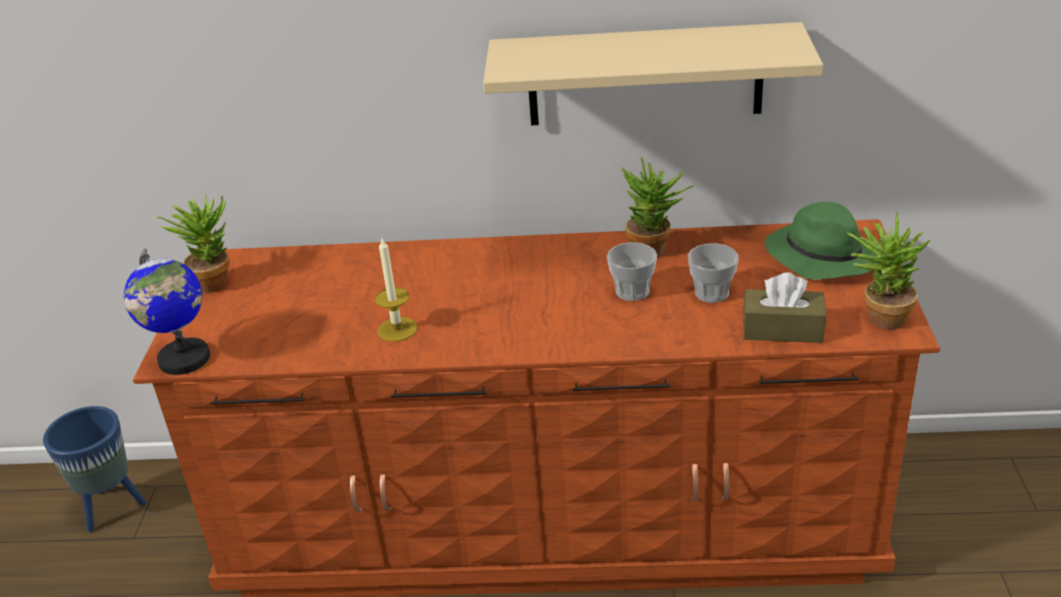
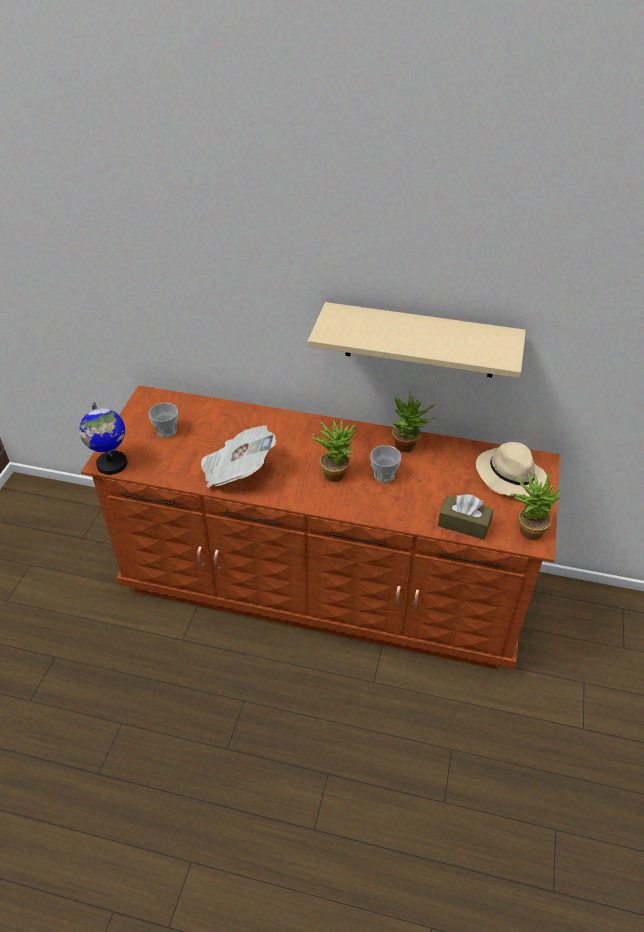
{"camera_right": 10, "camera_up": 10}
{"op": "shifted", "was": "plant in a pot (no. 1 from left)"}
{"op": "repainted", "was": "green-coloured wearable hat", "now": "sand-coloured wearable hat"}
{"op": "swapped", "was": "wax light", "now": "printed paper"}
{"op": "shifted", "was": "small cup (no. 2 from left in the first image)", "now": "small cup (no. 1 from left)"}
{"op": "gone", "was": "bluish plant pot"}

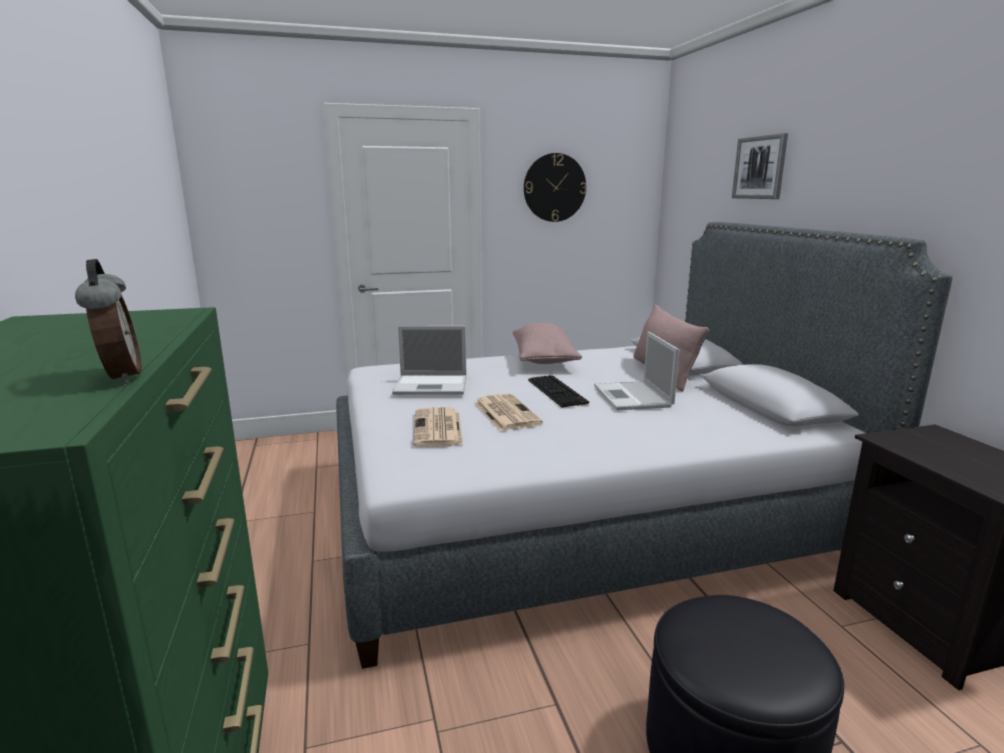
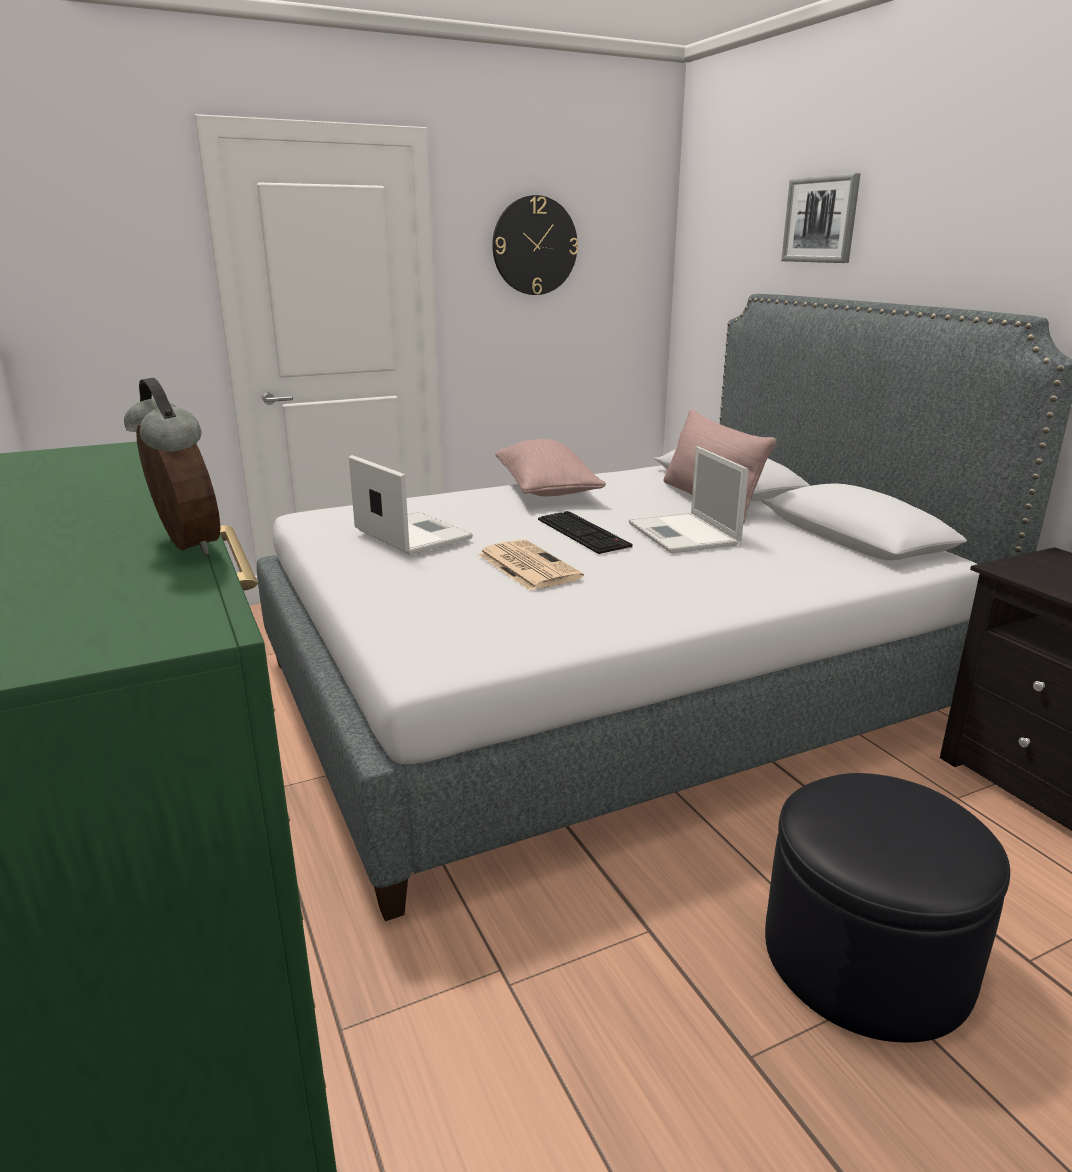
{"camera_right": -10, "camera_up": 5}
{"op": "rotated", "was": "portable computer (no. 1 from left)", "clockwise": -120}
{"op": "gone", "was": "printed paper (no. 1 from left)"}

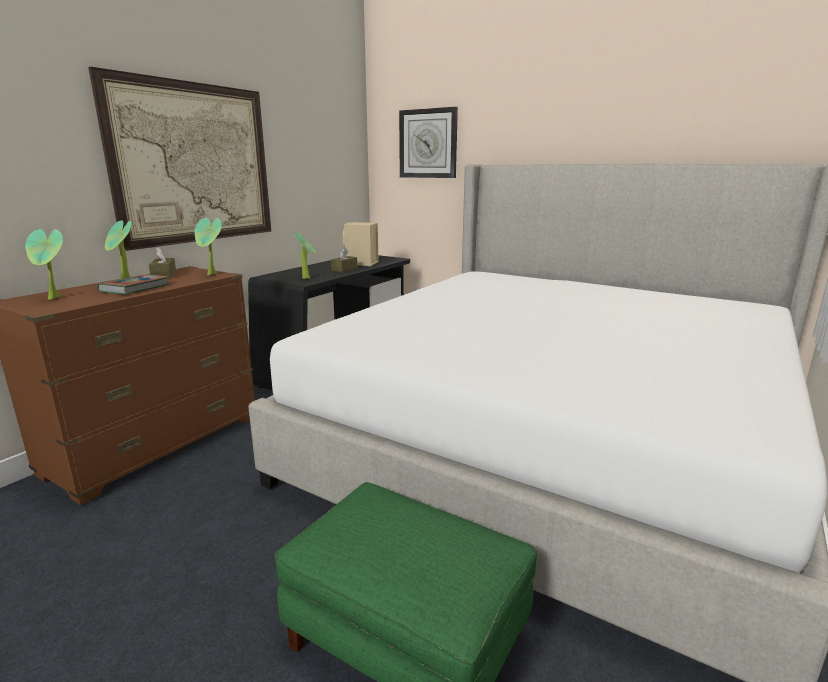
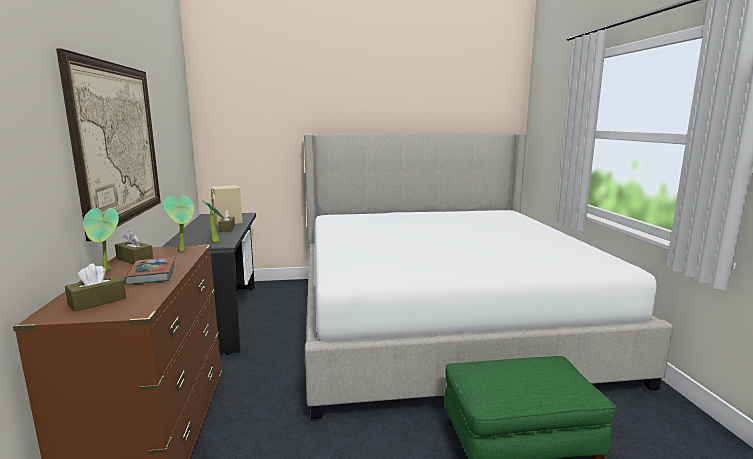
{"camera_right": -40, "camera_up": -5}
{"op": "gone", "was": "wall clock"}
{"op": "swapped", "was": "plant in a pot (no. 1 from left)", "now": "brownish tissue holder (no. 1 from left)"}

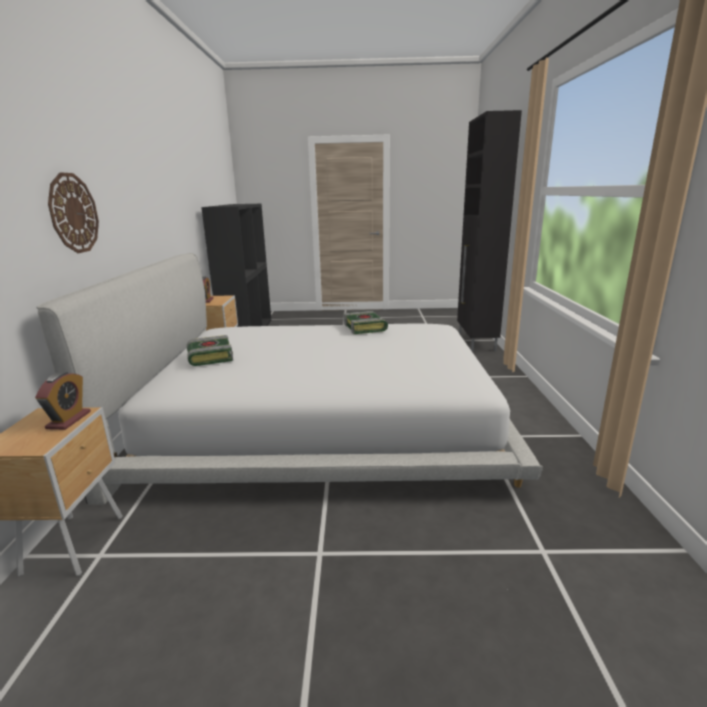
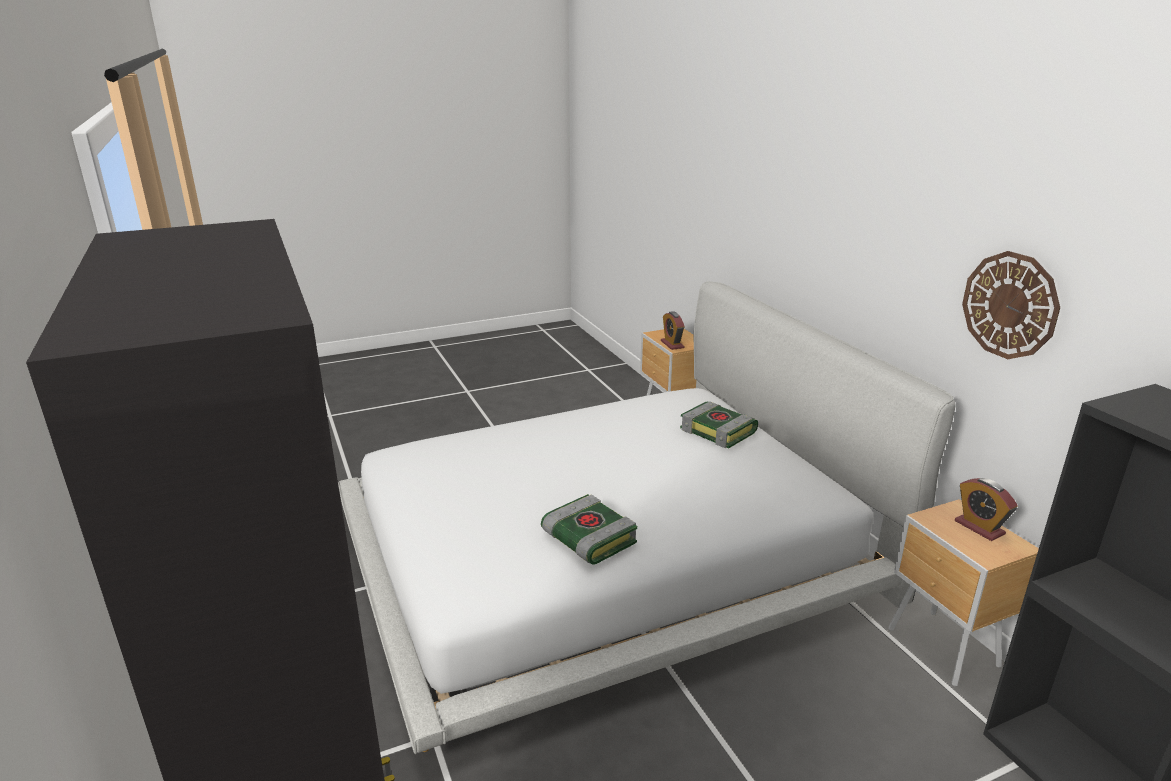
{"camera_right": 155, "camera_up": 5}
{"op": "shifted", "was": "wall clock"}

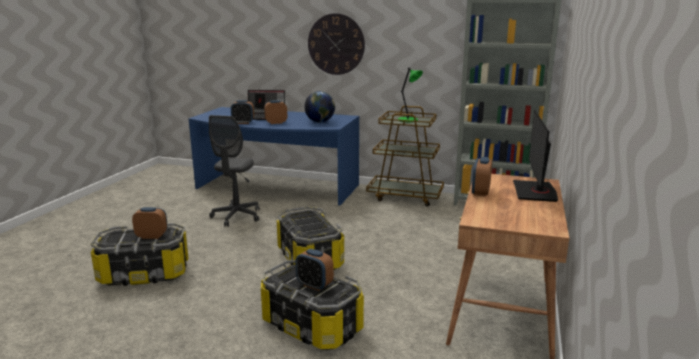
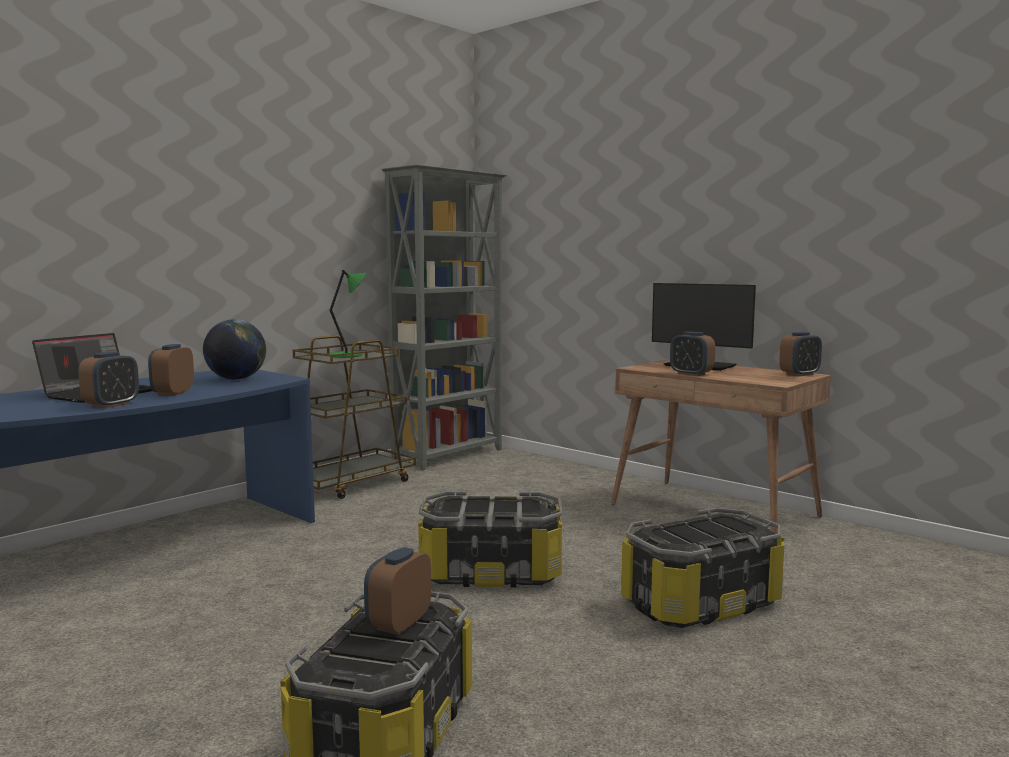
{"camera_right": -65, "camera_up": -10}
{"op": "gone", "was": "wall clock"}
{"op": "gone", "was": "greyish desk chair"}
{"op": "shifted", "was": "table clock (no. 4 from left in the first image)", "now": "table clock (no. 5 from left)"}

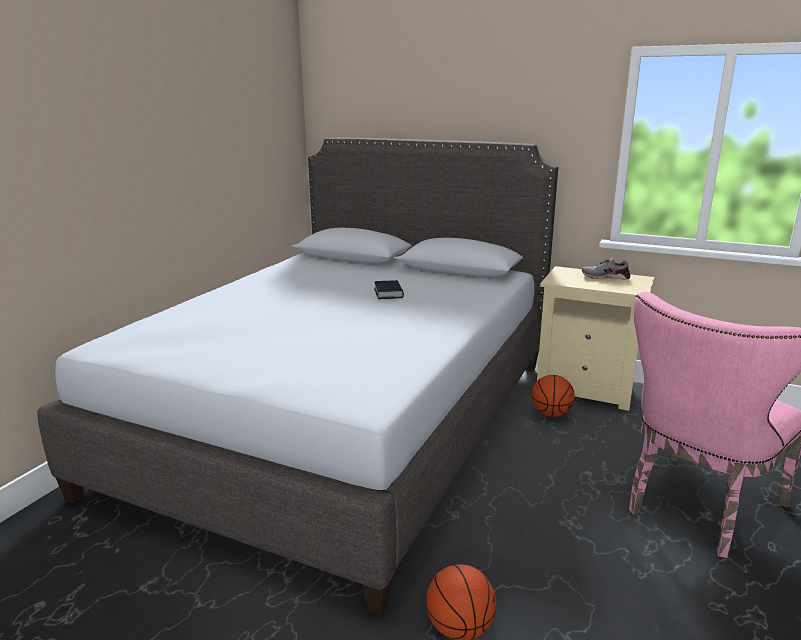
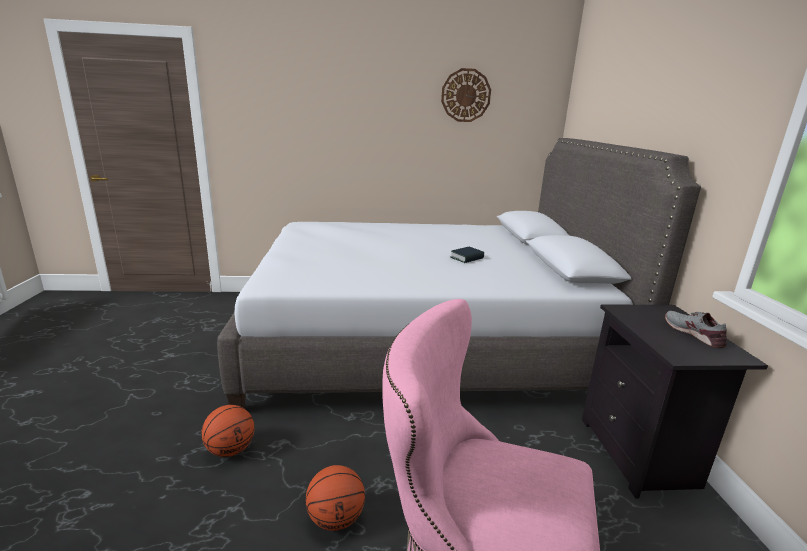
{"camera_right": 60, "camera_up": 0}
{"op": "repainted", "was": "sand-coloured bedside table", "now": "blackish bedside table"}
{"op": "shifted", "was": "ball for basketball (no. 2 from left)"}
{"op": "new", "now": "wall clock"}

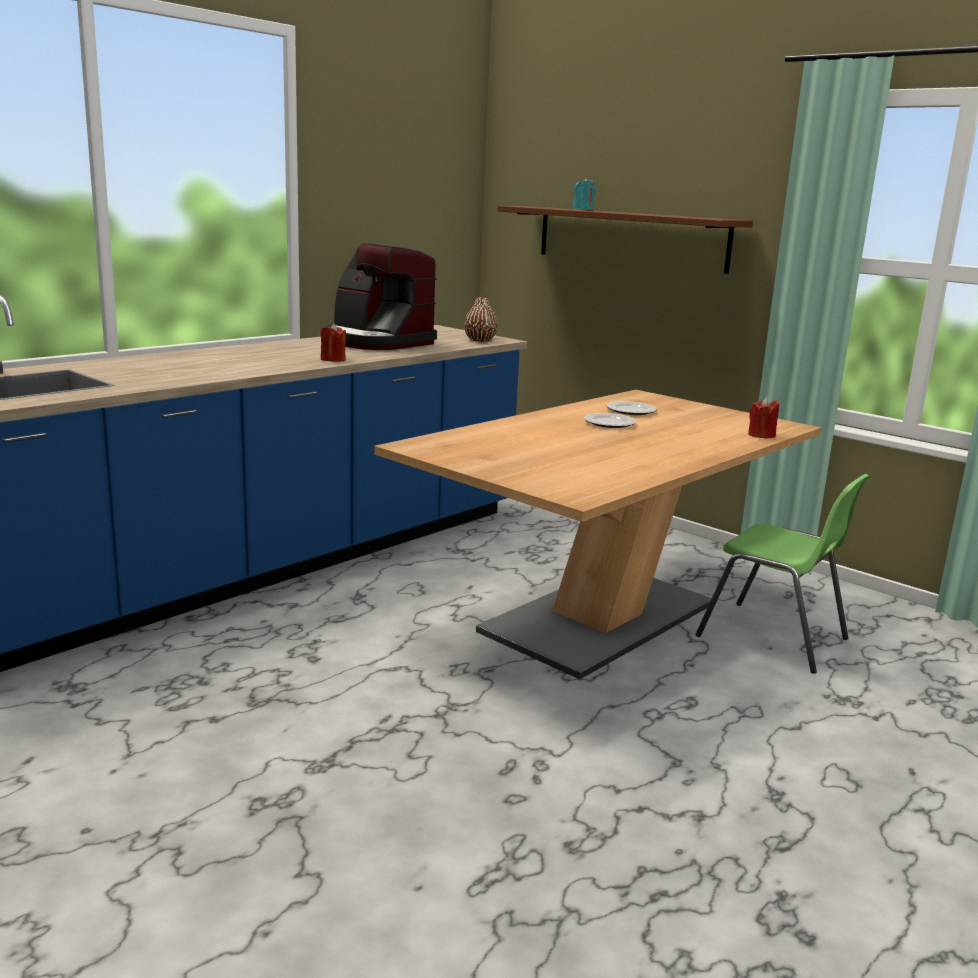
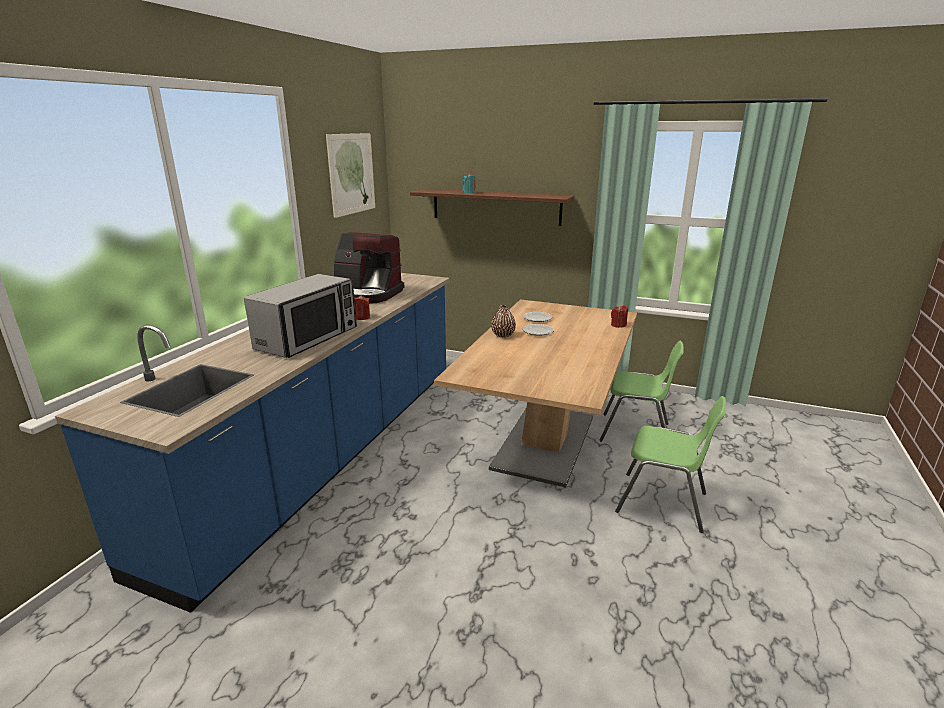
{"camera_right": -20, "camera_up": 5}
{"op": "shifted", "was": "brownish vase"}
{"op": "new", "now": "wall picture"}
{"op": "new", "now": "kitchen microwave"}
{"op": "new", "now": "green-coloured plain chair (no. 2 from left)"}

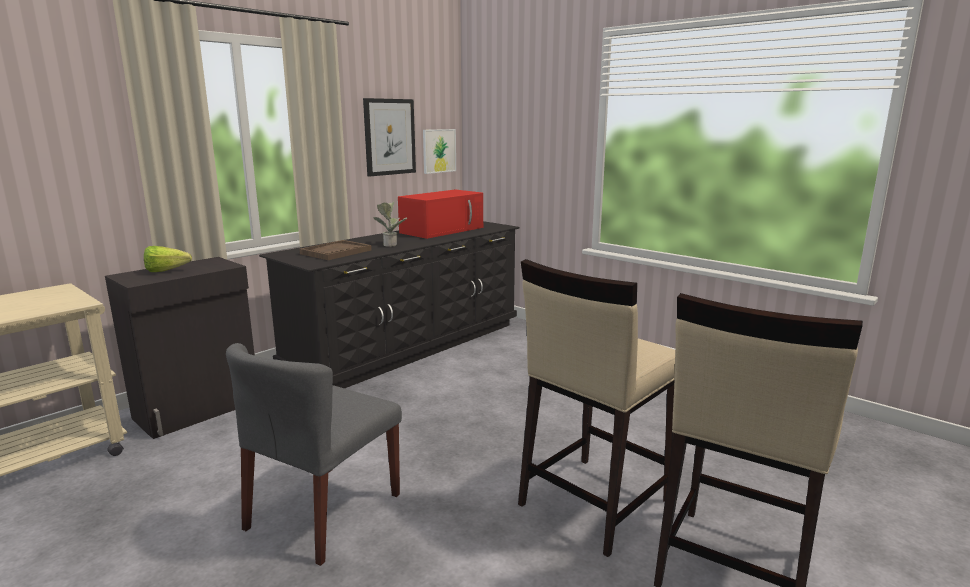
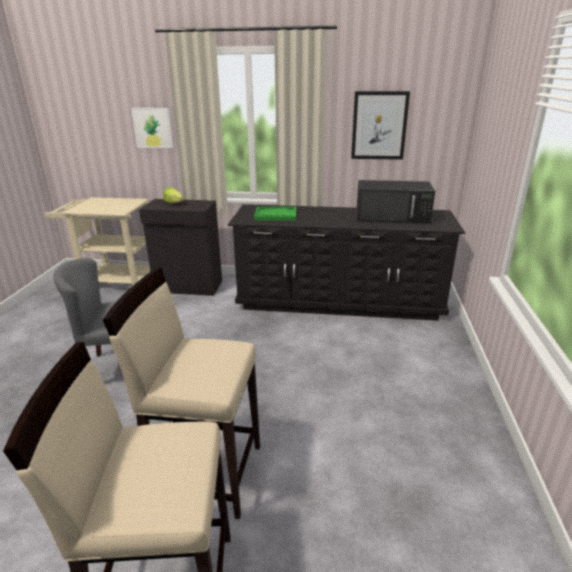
{"camera_right": 55, "camera_up": 10}
{"op": "shifted", "was": "wall picture (no. 2 from left in the first image)", "now": "wall picture (no. 1 from left)"}
{"op": "repainted", "was": "reddish kitchen microwave", "now": "blackish kitchen microwave"}
{"op": "gone", "was": "plant in a pot"}
{"op": "repainted", "was": "brownish carrying tray", "now": "green-coloured carrying tray"}

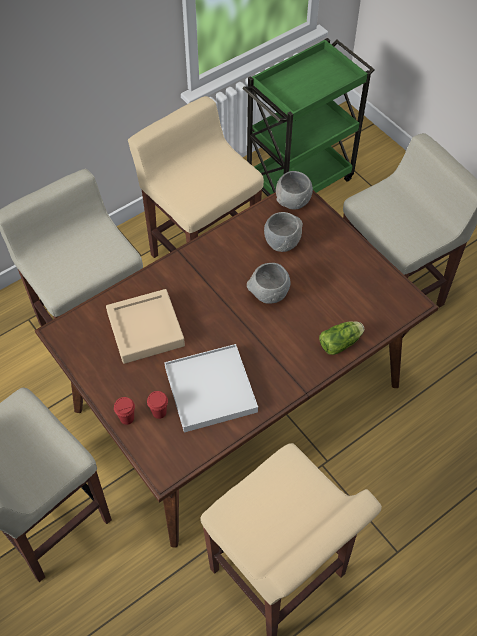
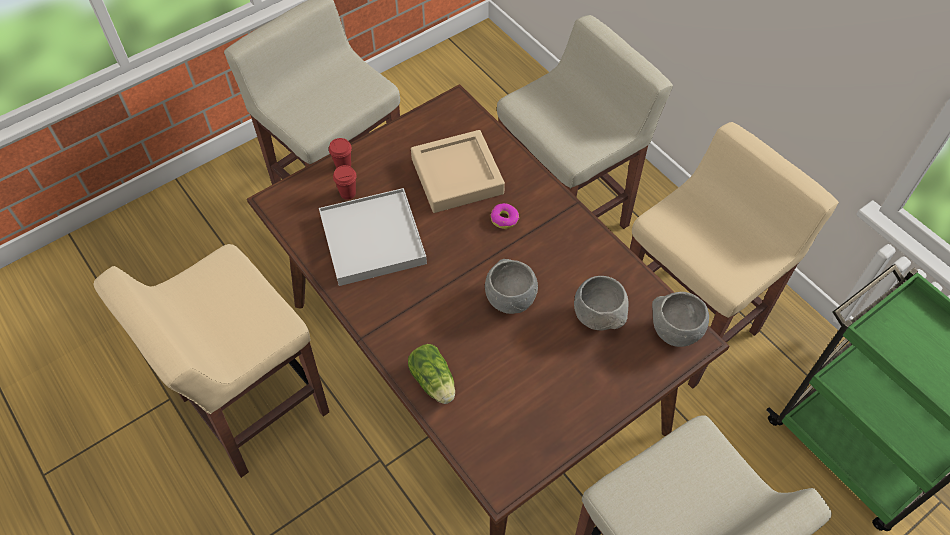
{"camera_right": 90, "camera_up": 0}
{"op": "new", "now": "donut"}

